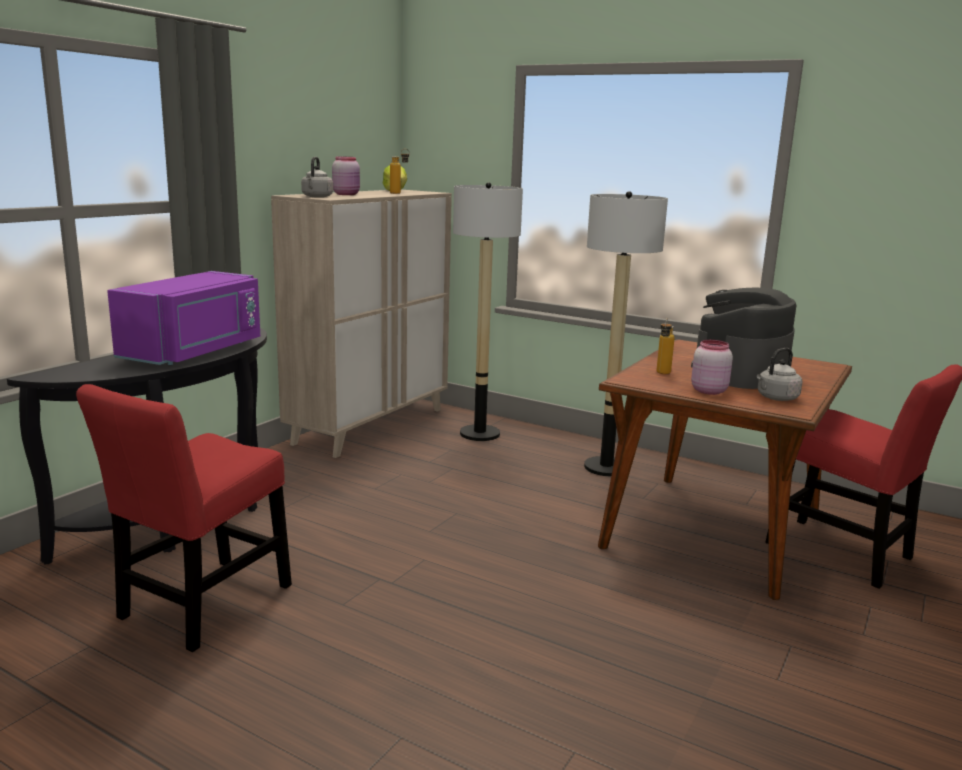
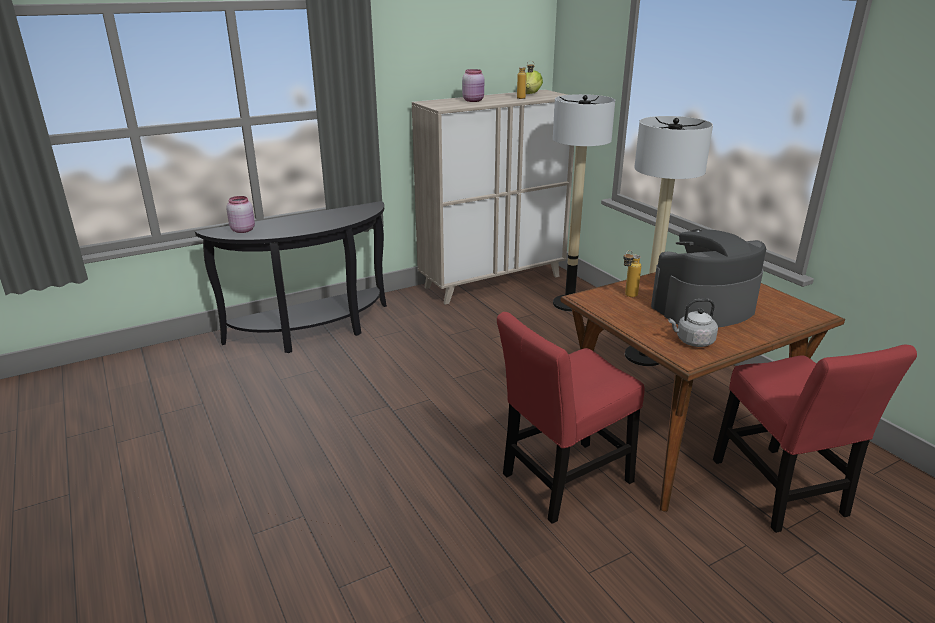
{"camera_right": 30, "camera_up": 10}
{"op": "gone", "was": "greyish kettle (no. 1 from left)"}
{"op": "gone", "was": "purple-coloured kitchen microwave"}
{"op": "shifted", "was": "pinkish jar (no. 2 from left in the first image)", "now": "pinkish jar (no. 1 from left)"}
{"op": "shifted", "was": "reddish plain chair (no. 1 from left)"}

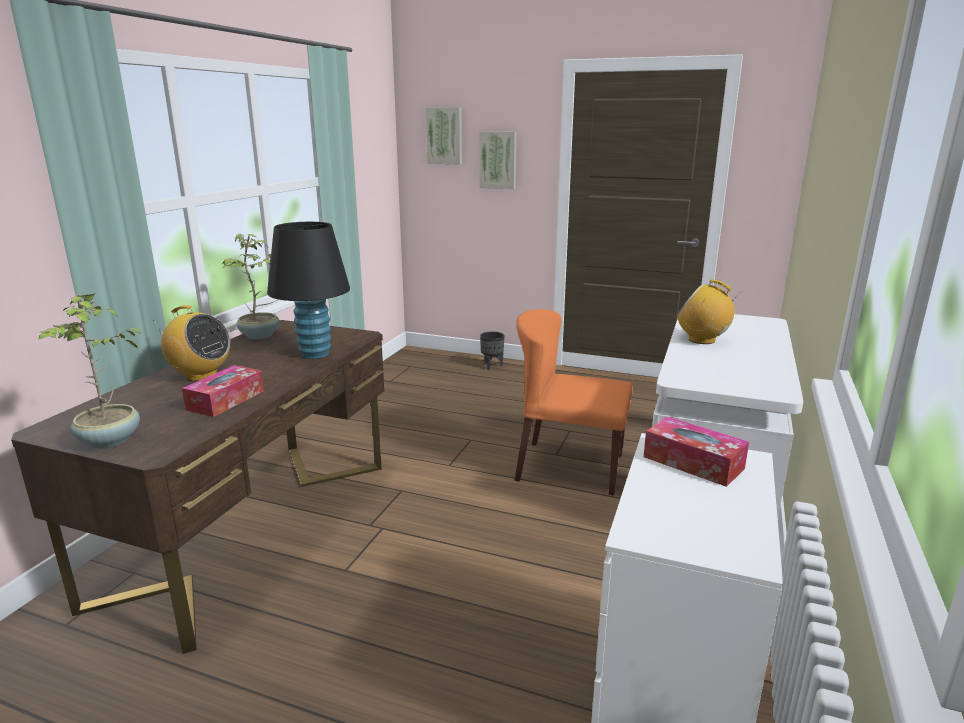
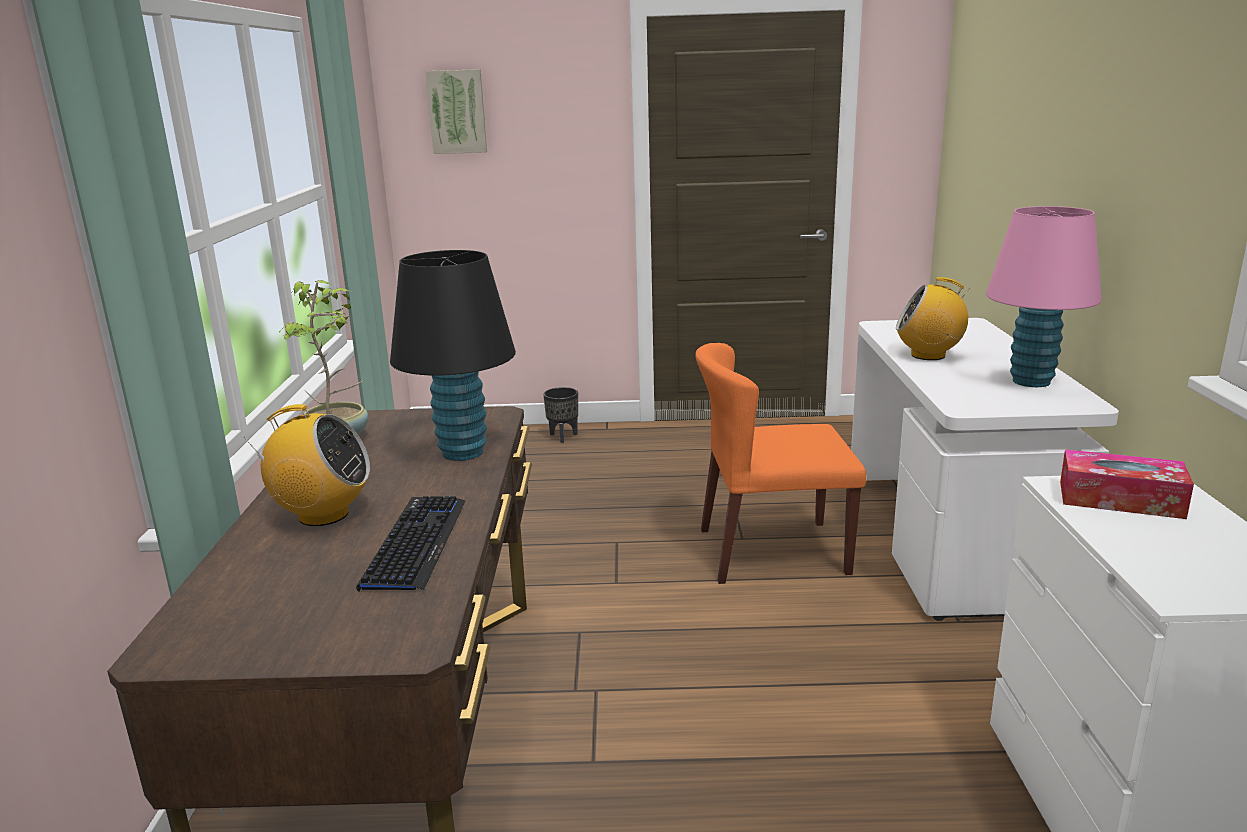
{"camera_right": -20, "camera_up": 0}
{"op": "gone", "was": "wall picture (no. 2 from left)"}
{"op": "gone", "was": "plant in a pot (no. 1 from left)"}
{"op": "swapped", "was": "tissue holder (no. 1 from left)", "now": "keyboard"}
{"op": "new", "now": "pinkish tabletop lamp"}

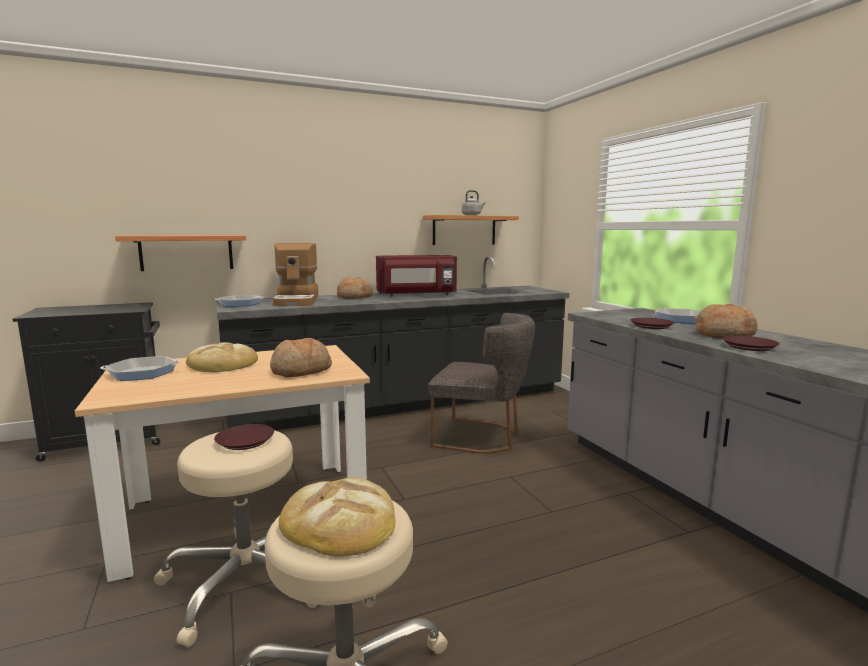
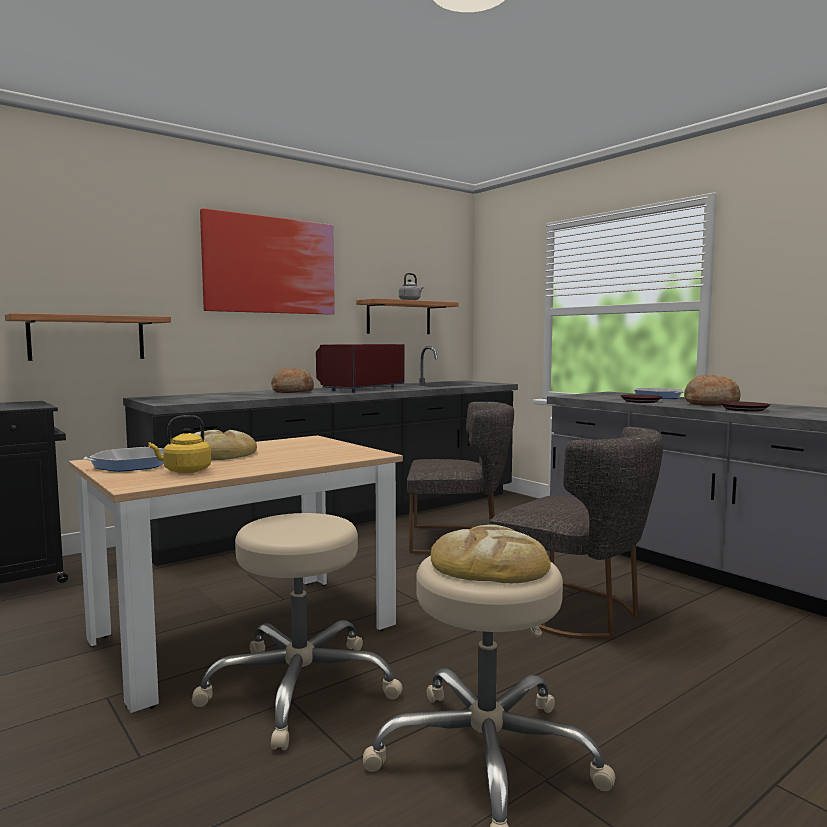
{"camera_right": -15, "camera_up": -5}
{"op": "gone", "was": "coffee machine"}
{"op": "rotated", "was": "reddish kitchen microwave", "clockwise": 150}
{"op": "gone", "was": "pan (no. 2 from left)"}
{"op": "gone", "was": "baked bread (no. 2 from left)"}
{"op": "gone", "was": "brownish flat dish (no. 1 from left)"}
{"op": "new", "now": "wall picture"}
{"op": "new", "now": "yellow kettle"}
{"op": "new", "now": "greyish plain chair (no. 2 from left)"}

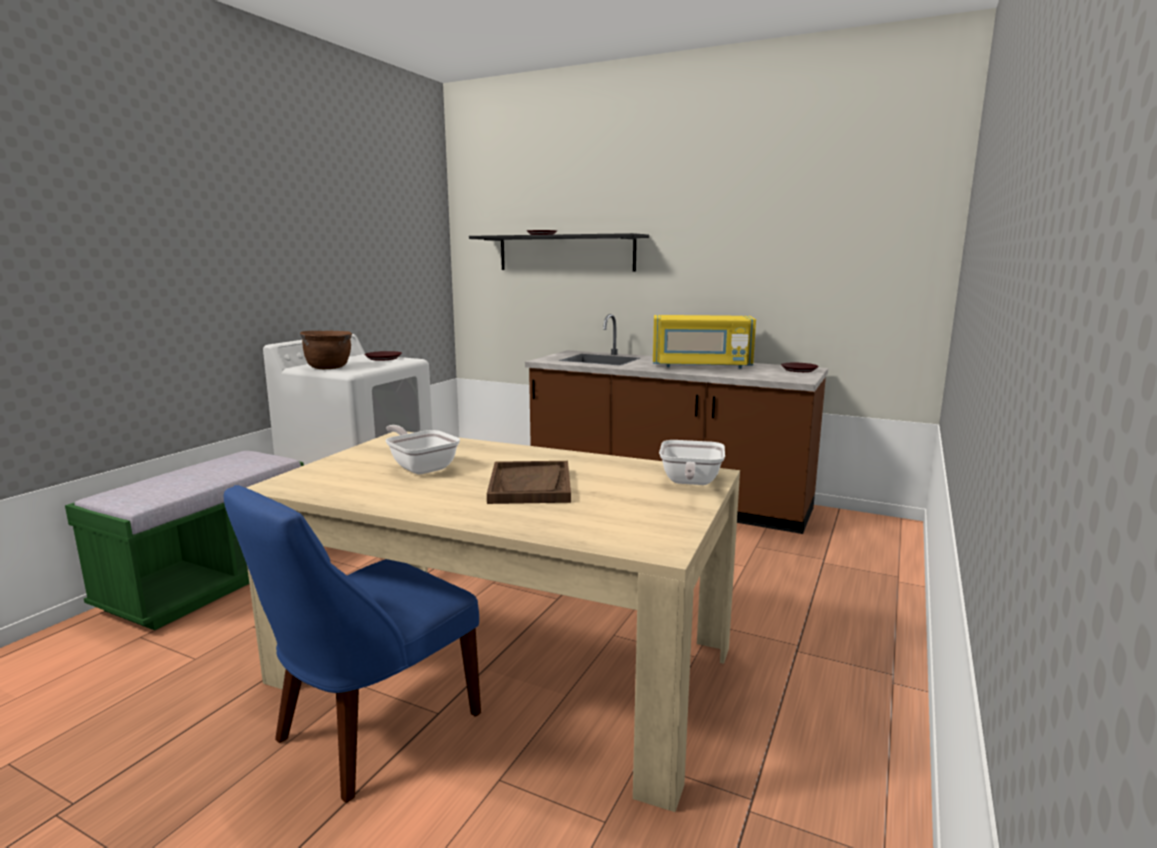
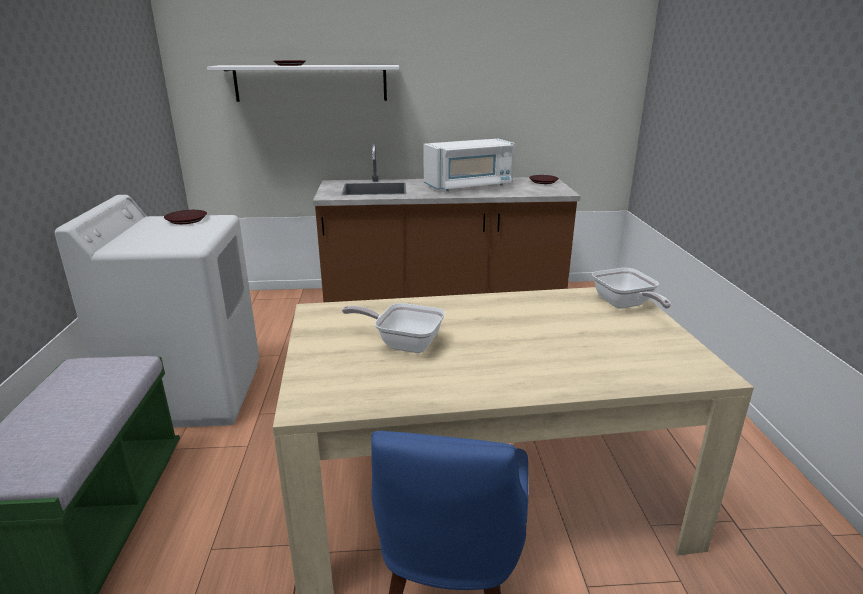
{"camera_right": -30, "camera_up": 10}
{"op": "repainted", "was": "blackish bracket shelf", "now": "white bracket shelf"}
{"op": "repainted", "was": "yellow kitchen microwave", "now": "white kitchen microwave"}
{"op": "gone", "was": "brownish cooking pot"}
{"op": "gone", "was": "brownish carrying tray"}

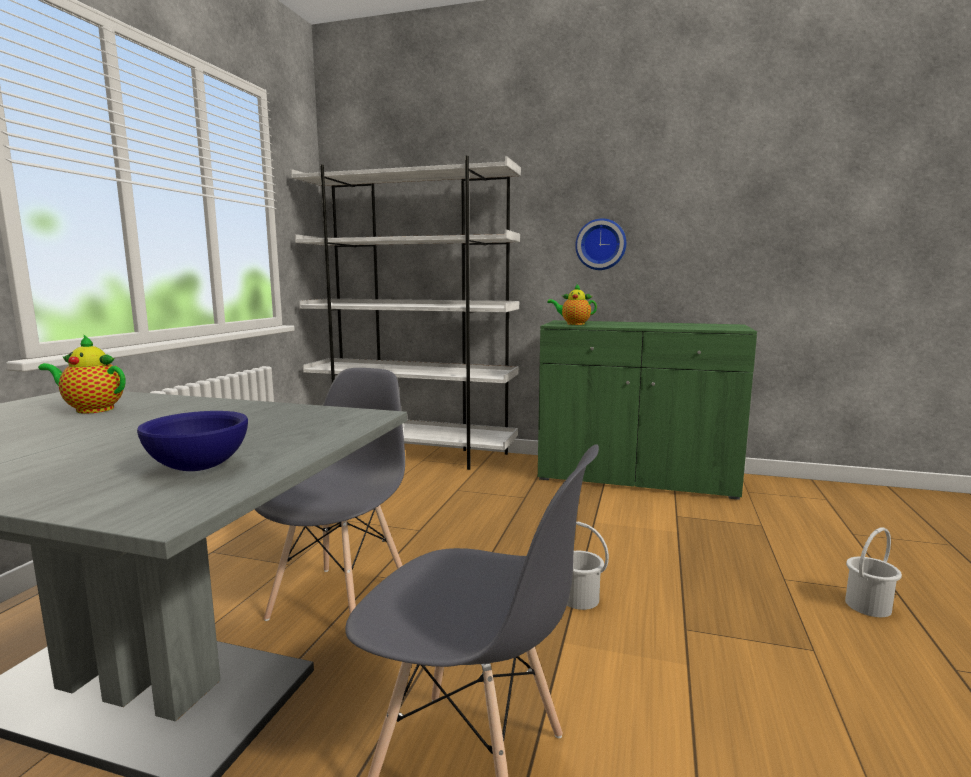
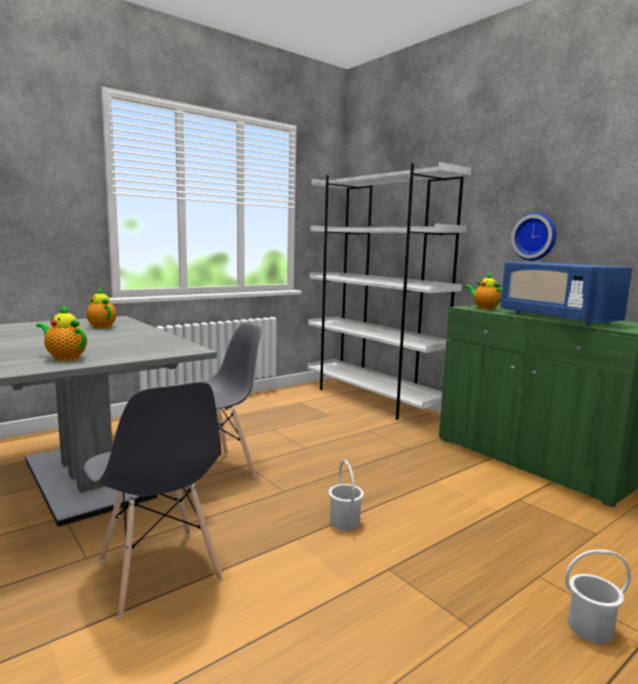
{"camera_right": 35, "camera_up": 0}
{"op": "swapped", "was": "bluish deep dish", "now": "pot for tea (no. 1 from left)"}
{"op": "new", "now": "bluish kitchen microwave"}

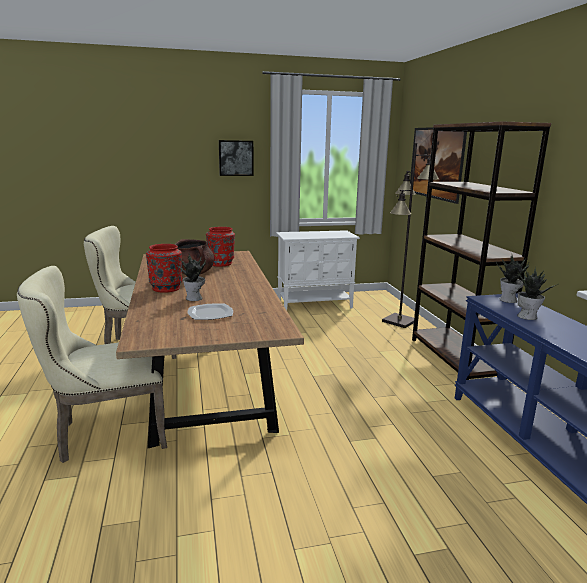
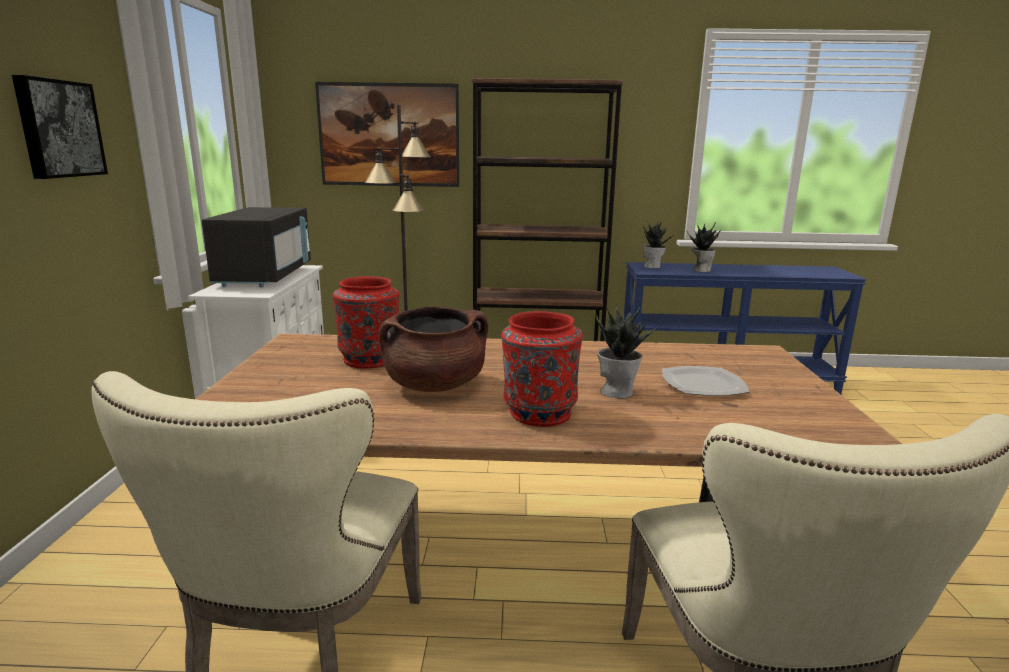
{"camera_right": -75, "camera_up": 0}
{"op": "new", "now": "blackish kitchen microwave"}

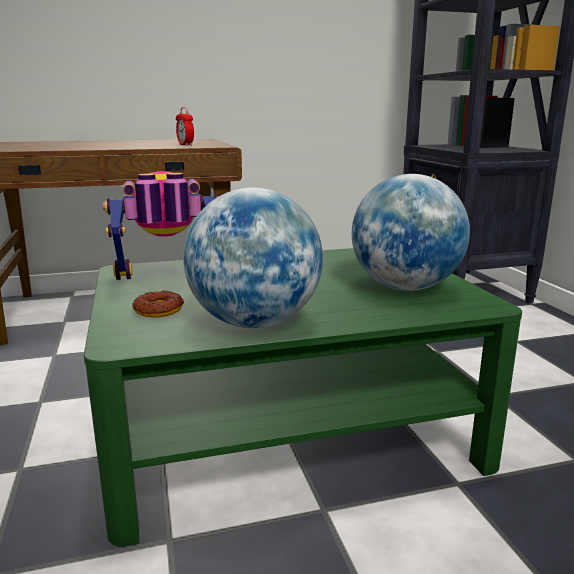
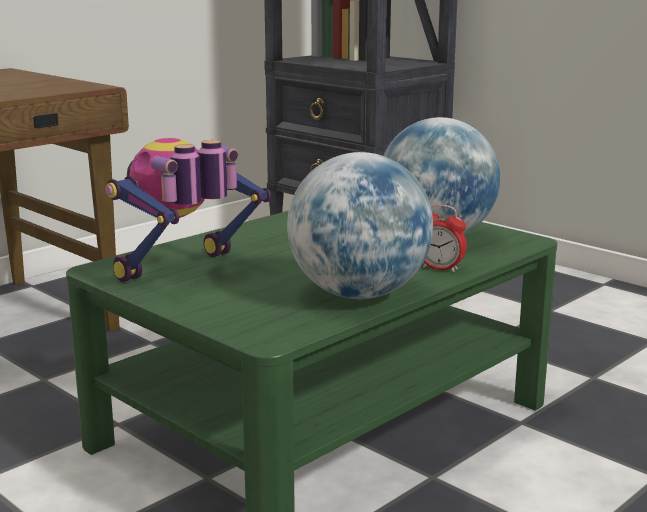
{"camera_right": -30, "camera_up": 0}
{"op": "shifted", "was": "table clock"}
{"op": "gone", "was": "donut"}

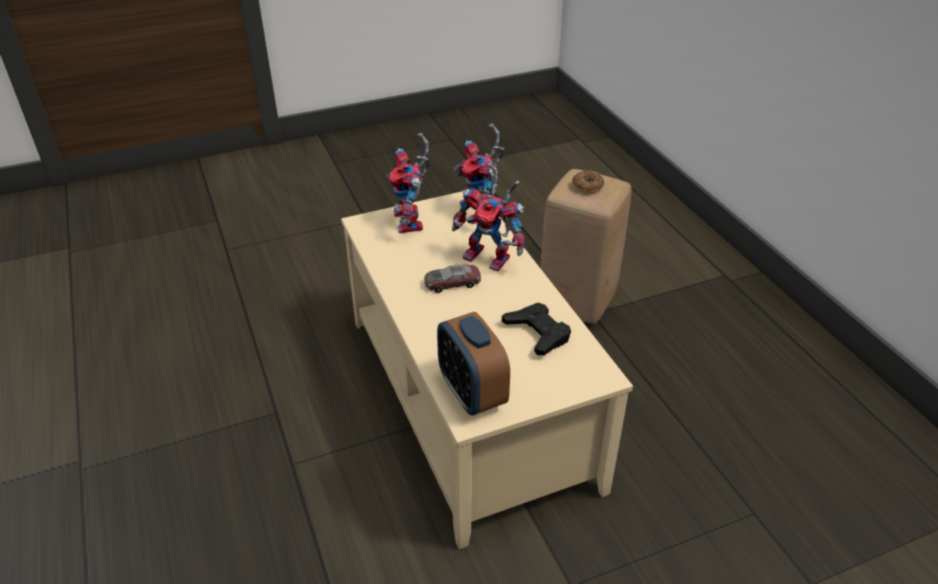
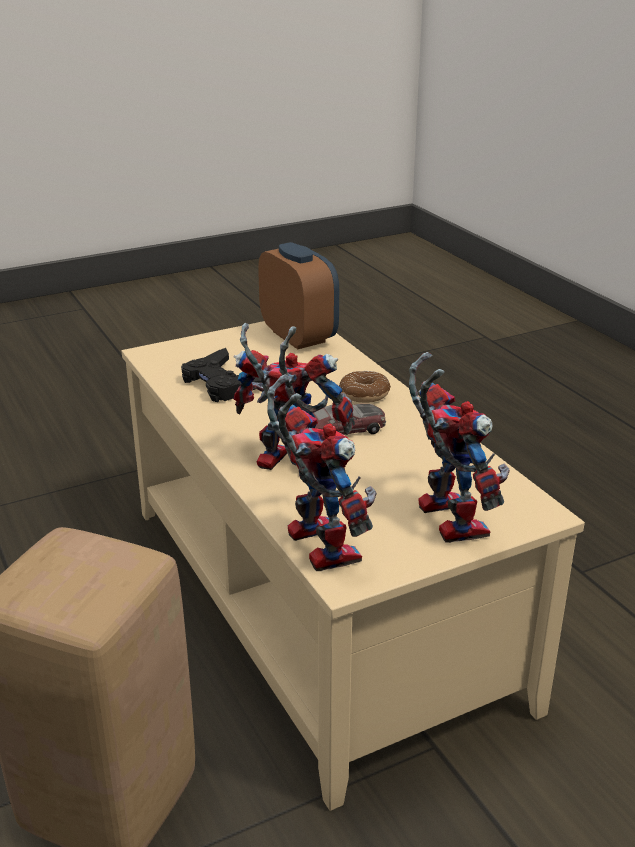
{"camera_right": 175, "camera_up": -10}
{"op": "shifted", "was": "donut"}

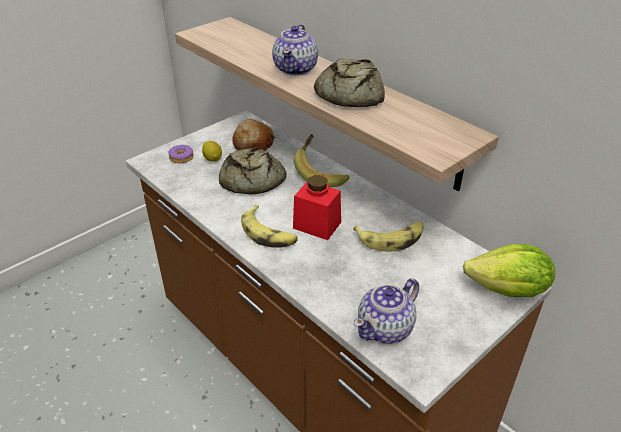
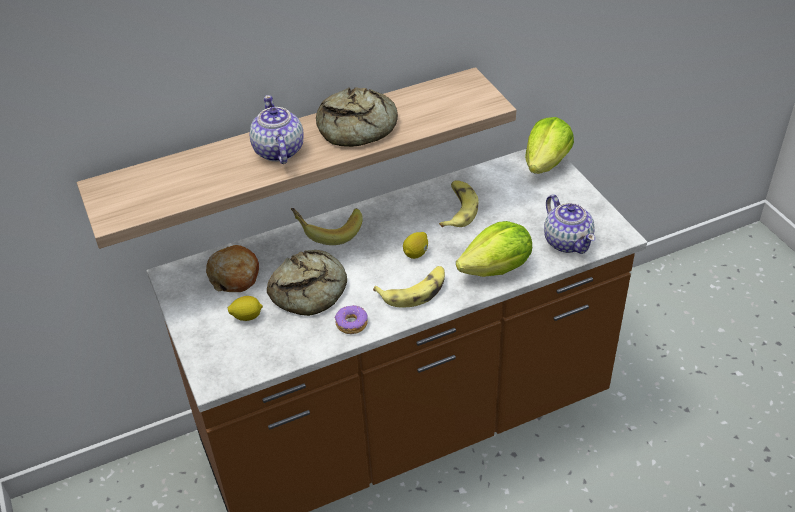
{"camera_right": -70, "camera_up": 5}
{"op": "rotated", "was": "pot for tea (no. 1 from left)", "clockwise": -135}
{"op": "shifted", "was": "donut"}
{"op": "swapped", "was": "reddish jar", "now": "citrus fruit (no. 2 from left)"}
{"op": "new", "now": "lettuce (no. 1 from left)"}

